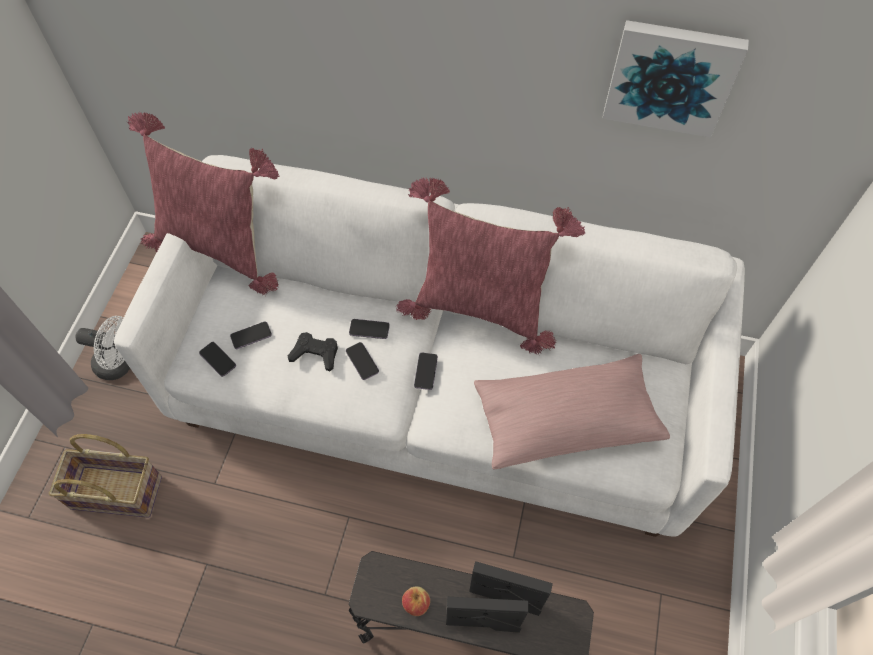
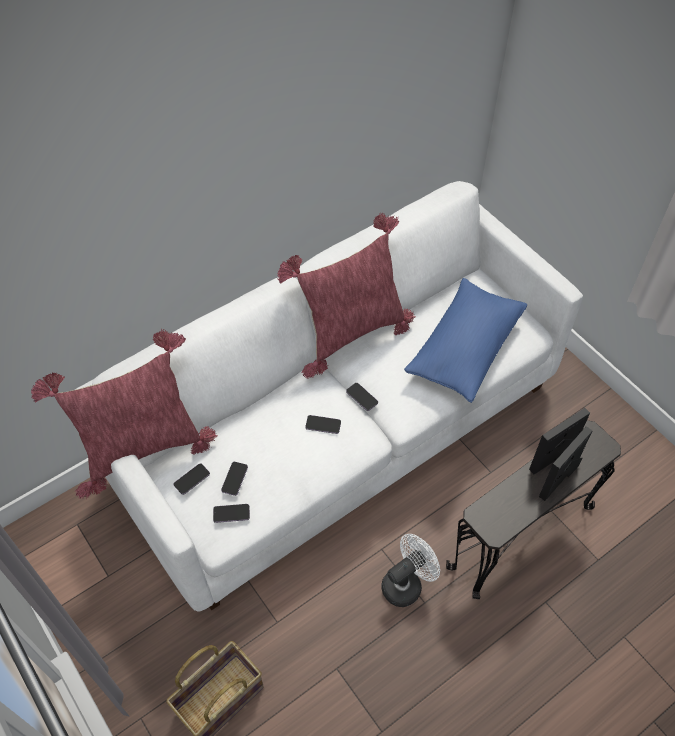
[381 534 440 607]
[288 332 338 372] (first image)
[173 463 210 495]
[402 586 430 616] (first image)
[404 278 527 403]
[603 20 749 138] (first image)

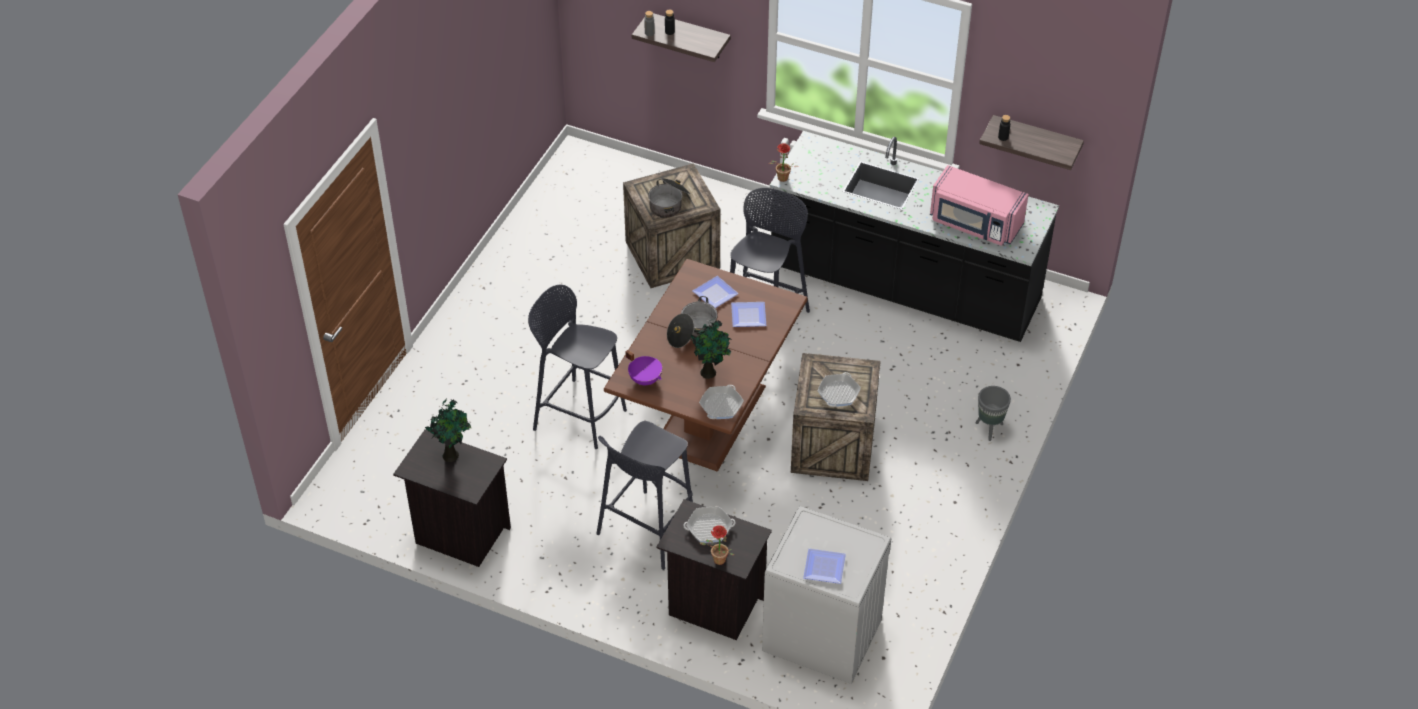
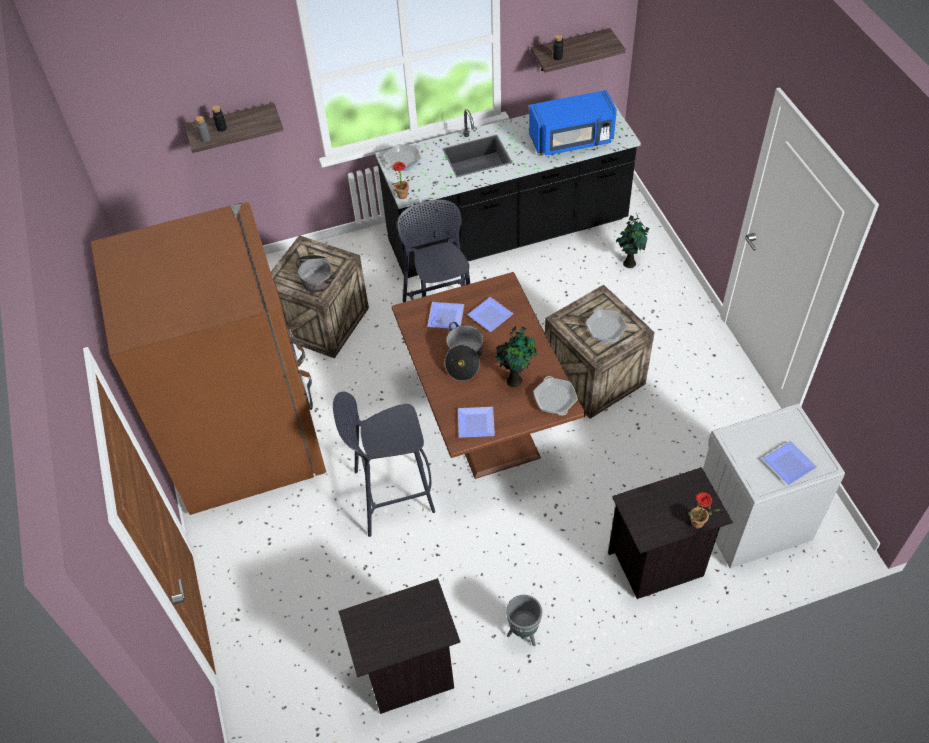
[616 213 649 268]
[596 421 693 570] (first image)
[458 407 495 438]
[385 144 422 171]
[529 90 617 156]
[506 595 542 646]
[91 202 326 515]

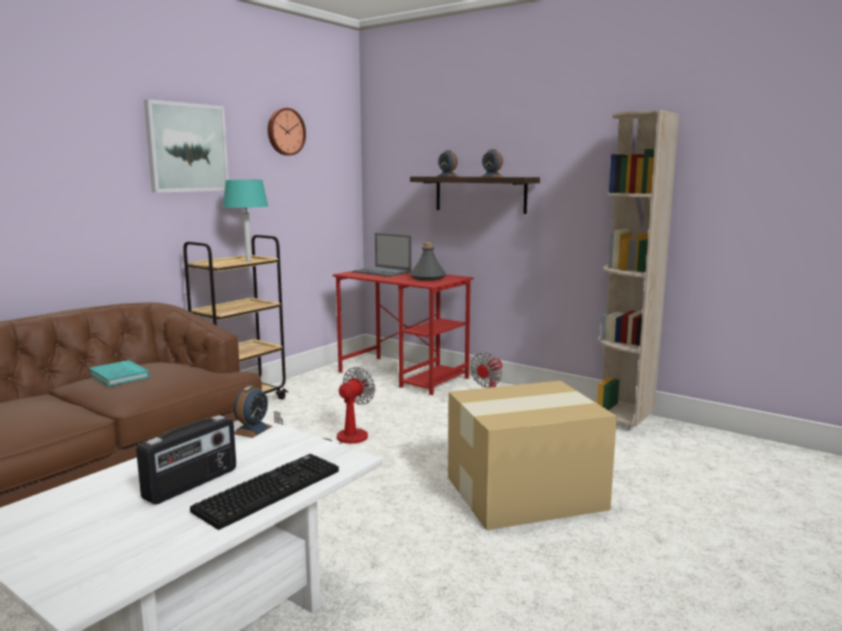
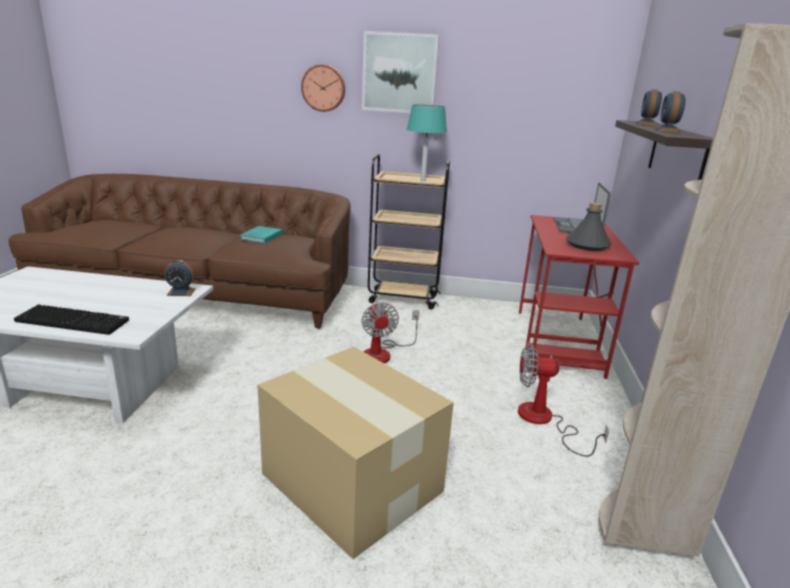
[136 415 236 505] (first image)
[301 64 345 112]
[361 302 420 363]

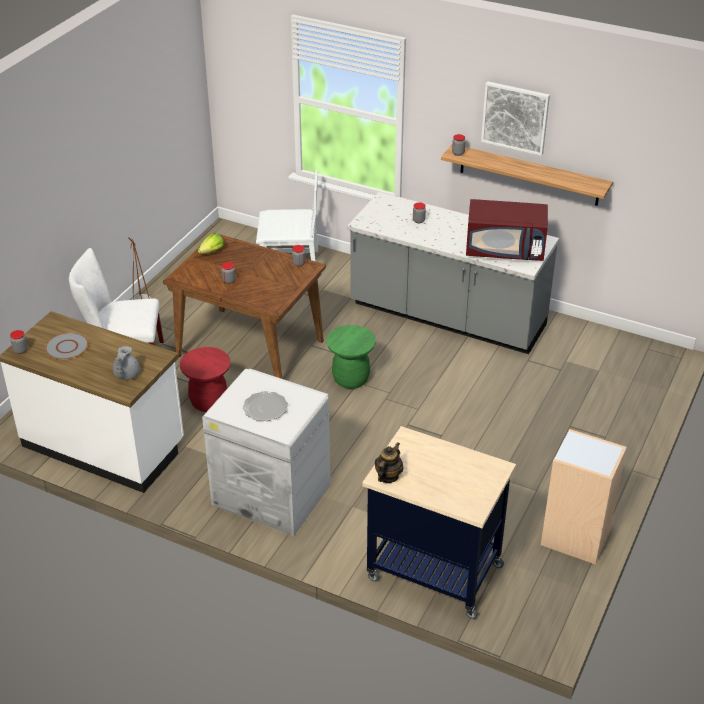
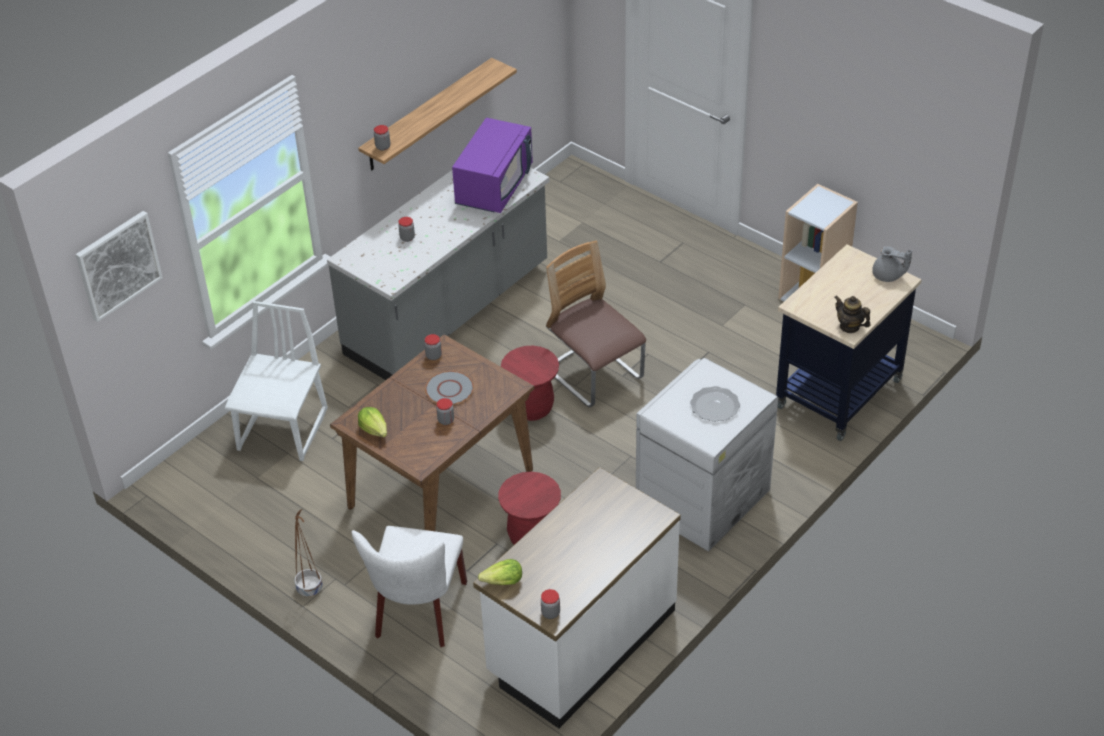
[425 371 474 405]
[872 246 912 282]
[501 346 559 421]
[452 118 533 213]
[76 211 163 322]
[478 559 522 585]
[546 241 646 407]

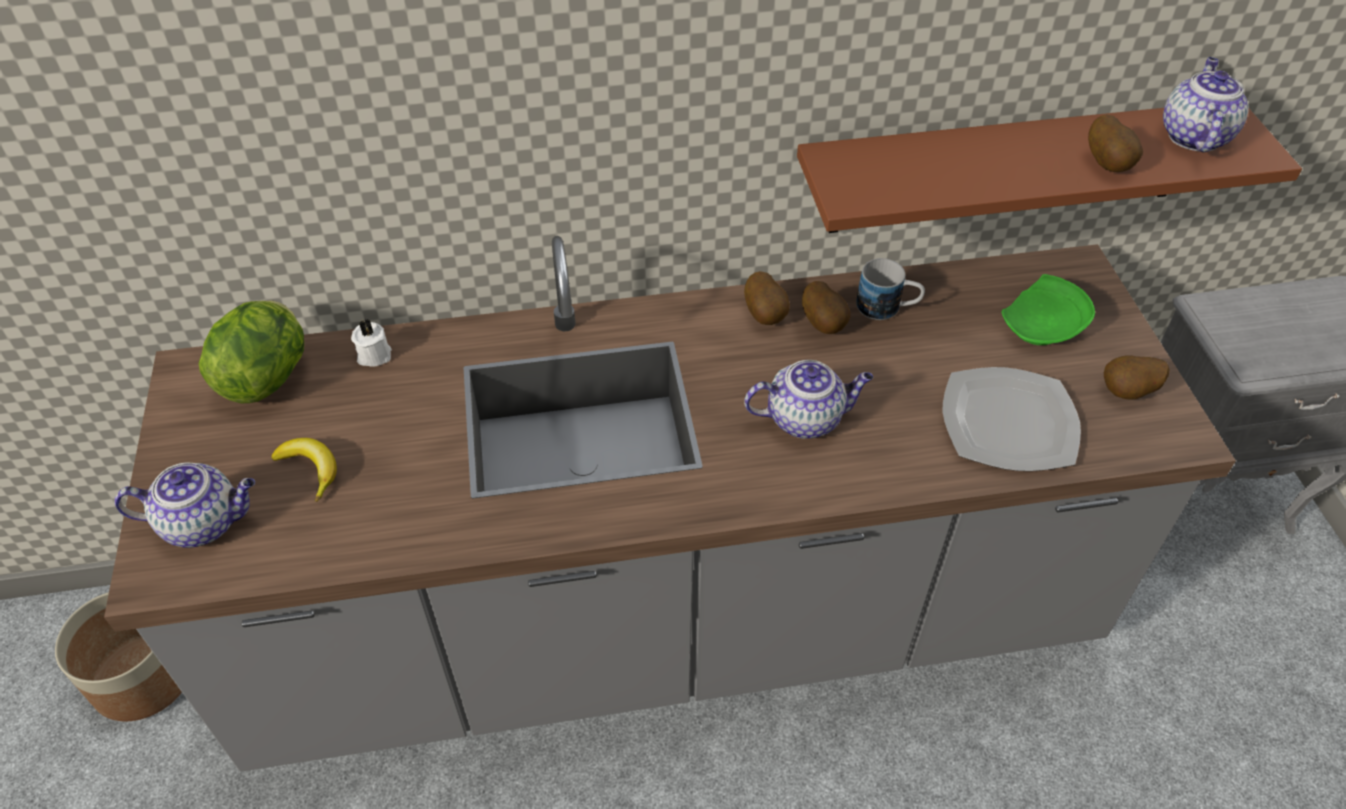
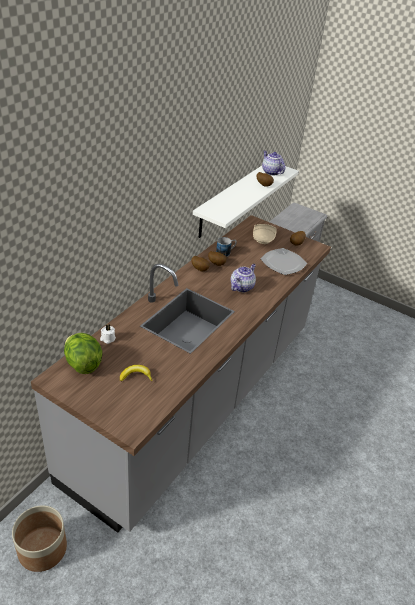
[114 462 255 548] (first image)
[193 166 299 238]
[253 224 277 244]

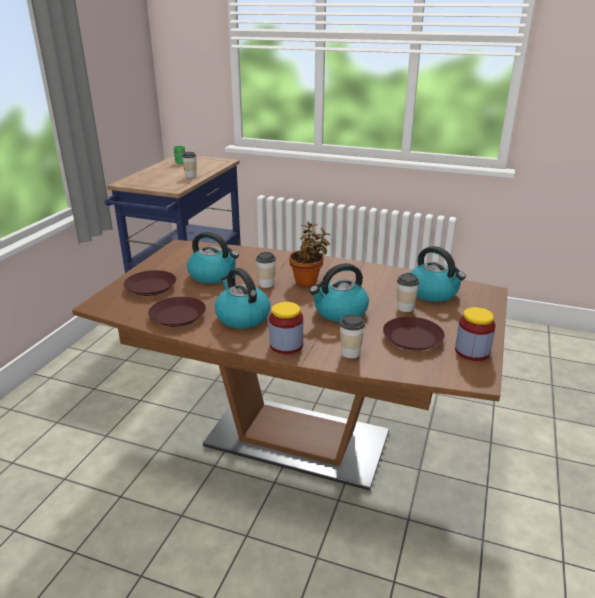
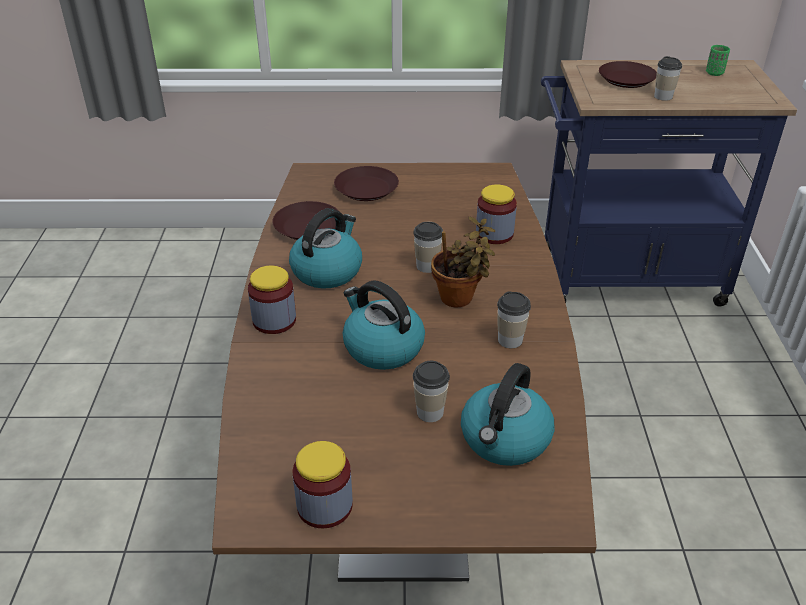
[187 232 239 284] (first image)
[497 291 531 348]
[599 61 657 88]
[476 184 517 244]

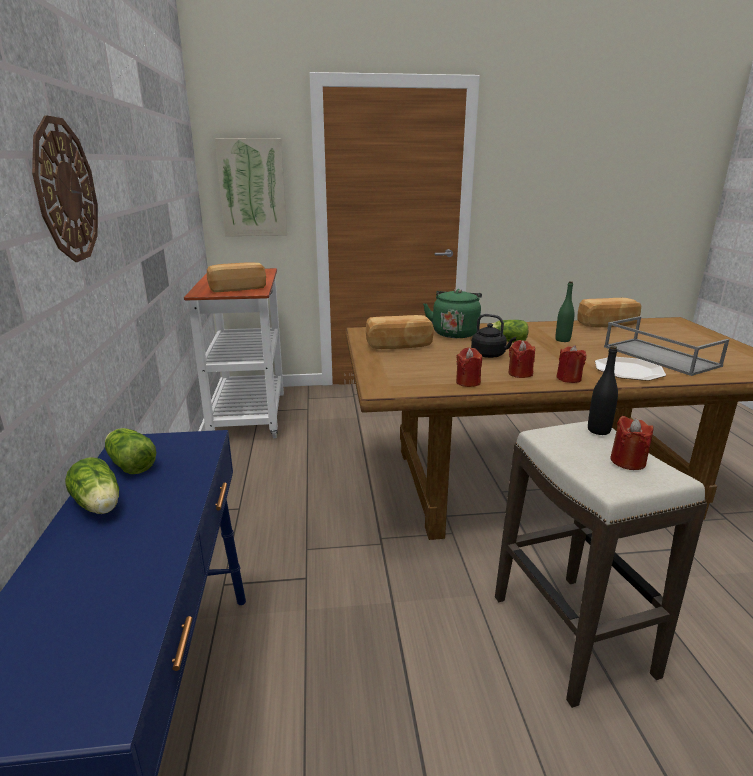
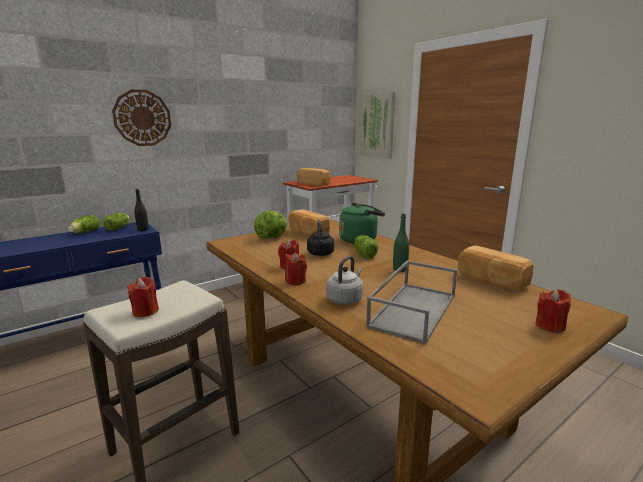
[536 289 571 333]
[135 189 148 231]
[326 256 363 305]
[254 211 287 239]

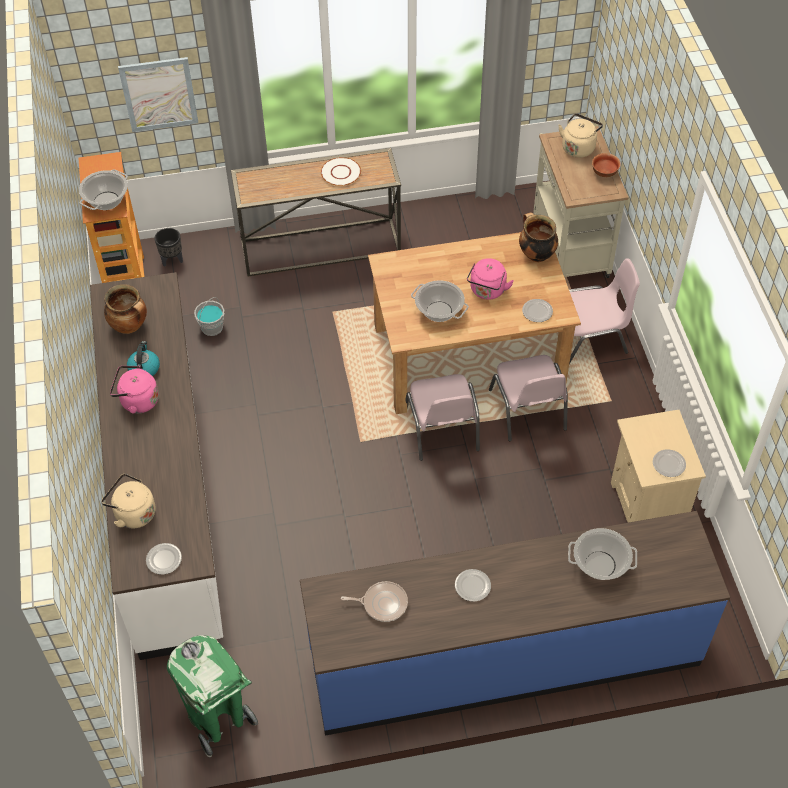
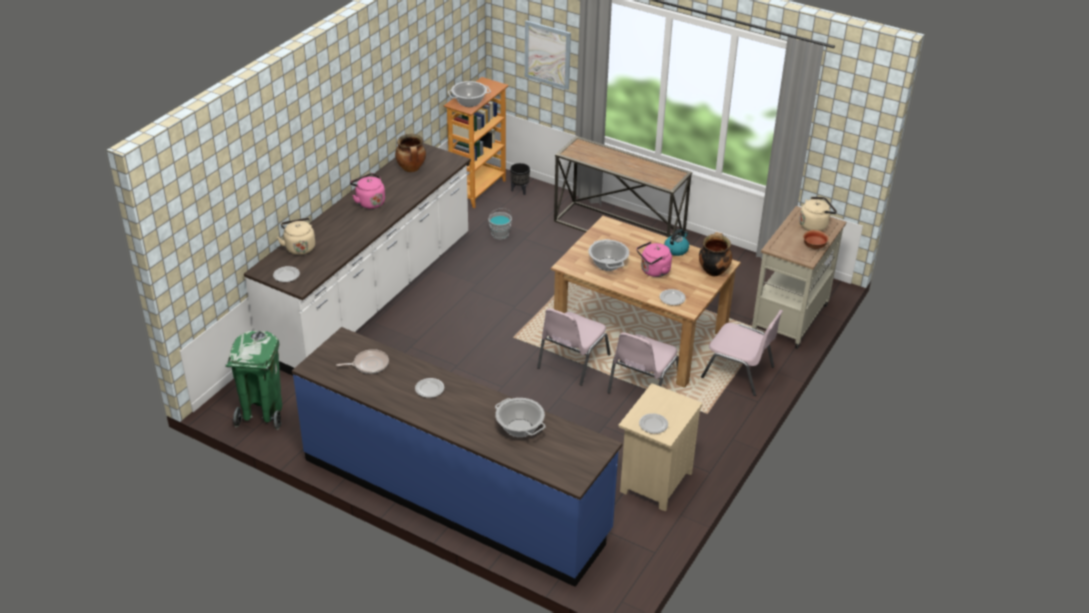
[664 229 689 256]
[321 157 361 186] (first image)
[336 349 389 374]

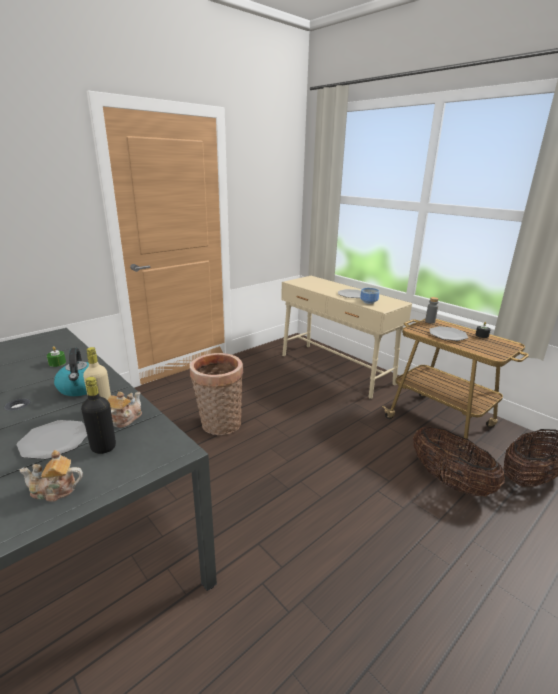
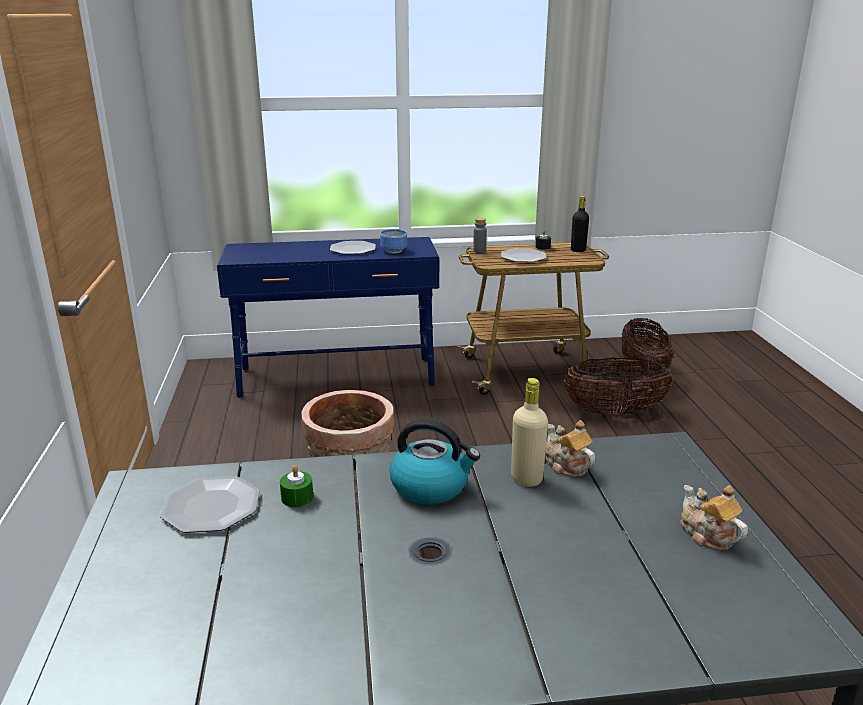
[160 476 260 533]
[680 485 748 550]
[571 196 589 252]
[217 237 440 398]

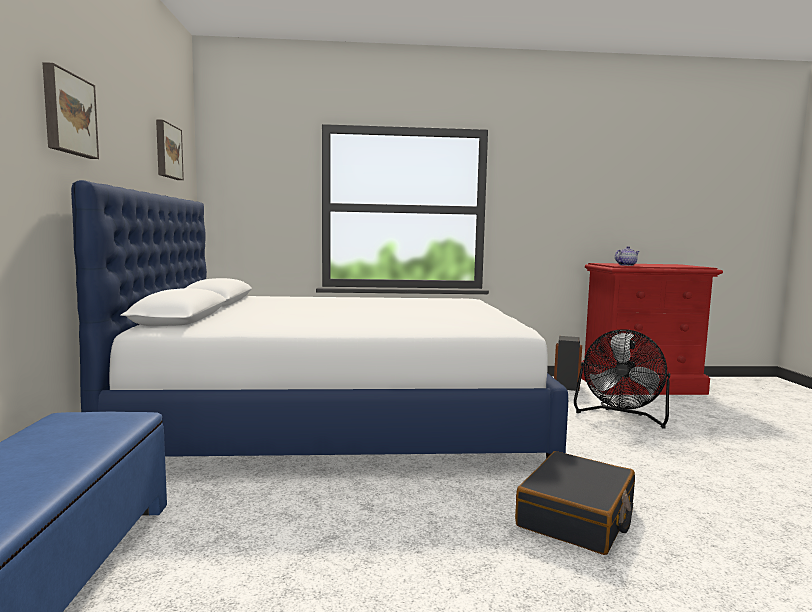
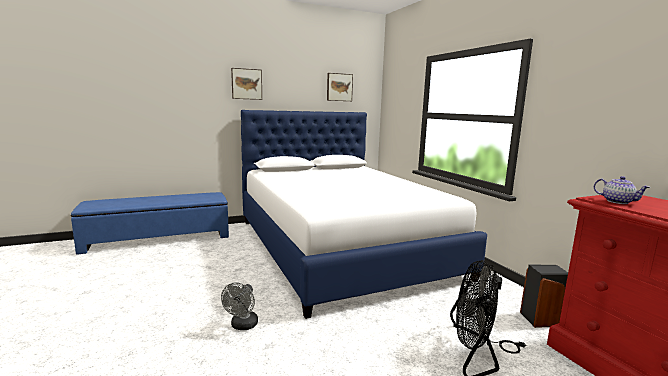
[221 282 258 330]

